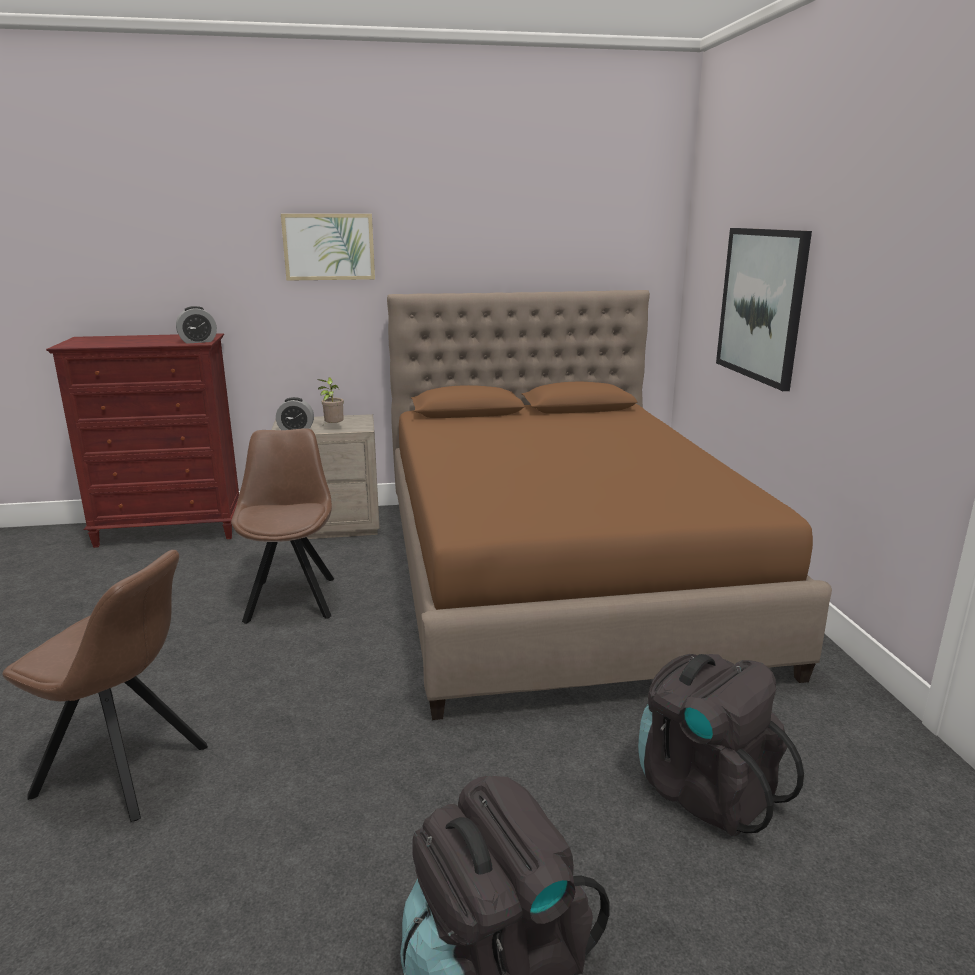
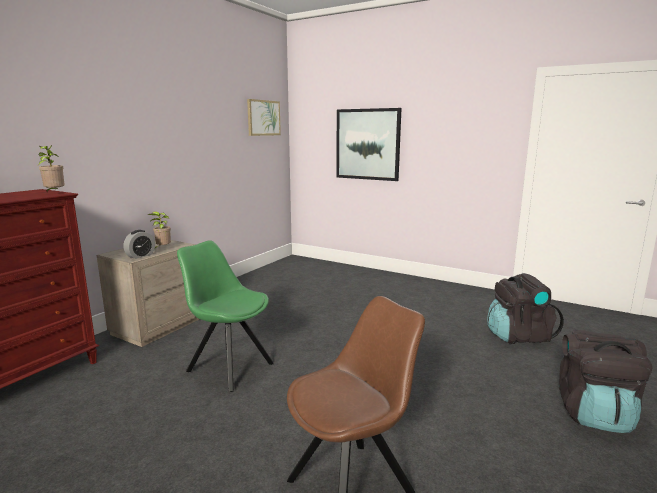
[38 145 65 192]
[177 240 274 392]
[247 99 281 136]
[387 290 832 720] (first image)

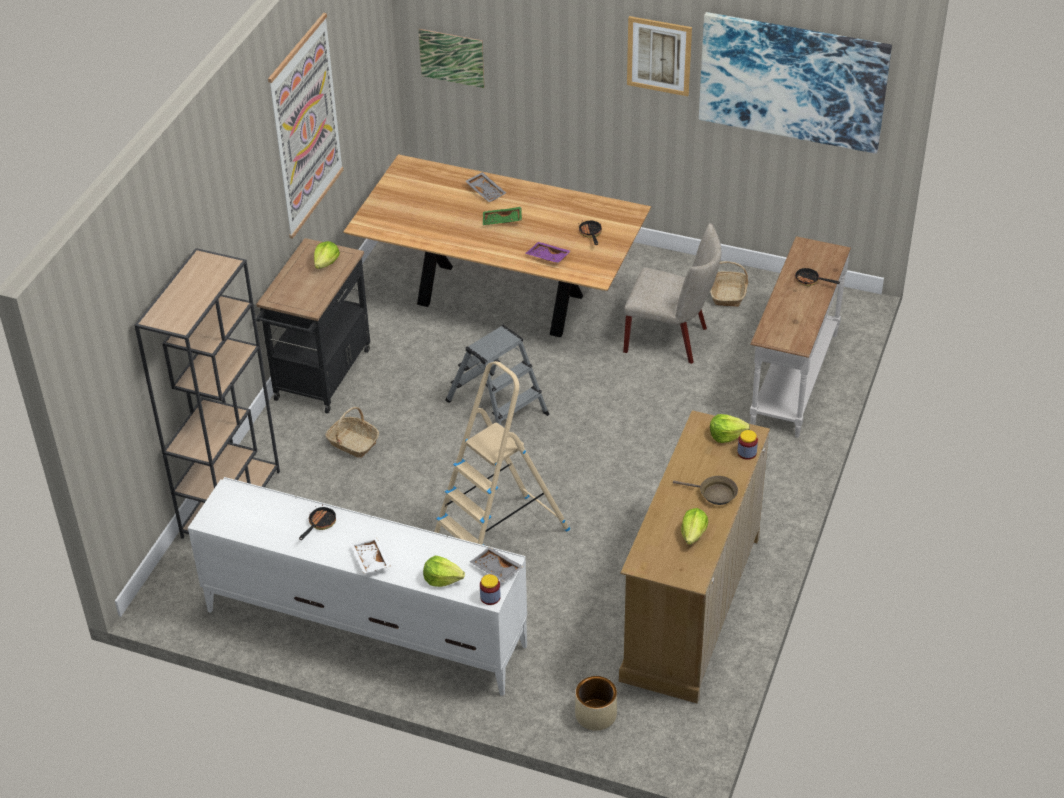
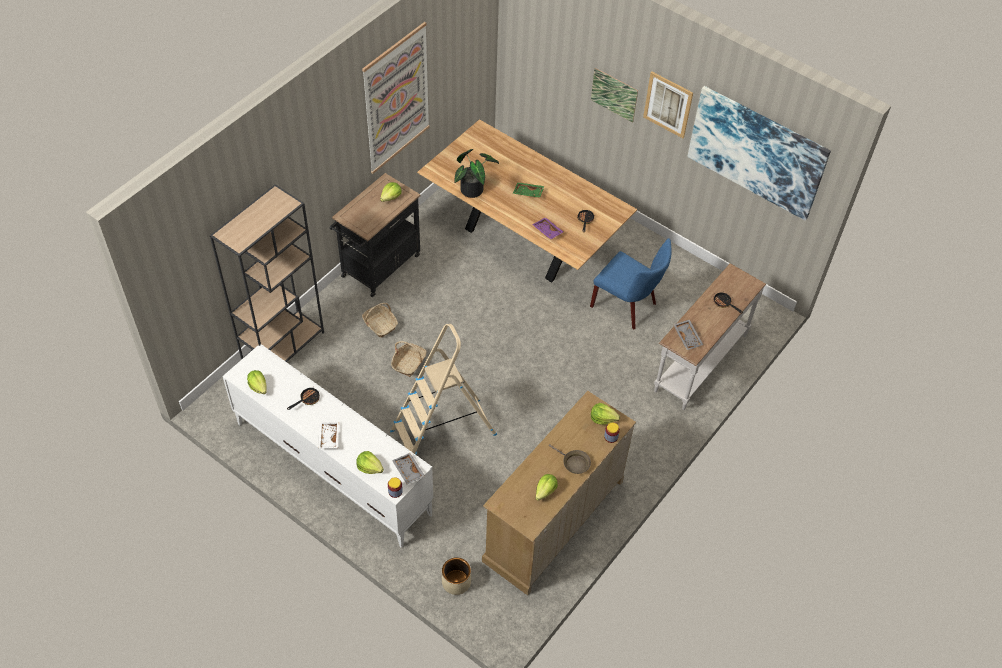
[591 68 638 123]
[445 325 549 426] (first image)
[674 319 703 350]
[590 238 671 329]
[391 341 427 377]
[247 370 267 394]
[454 149 499 198]

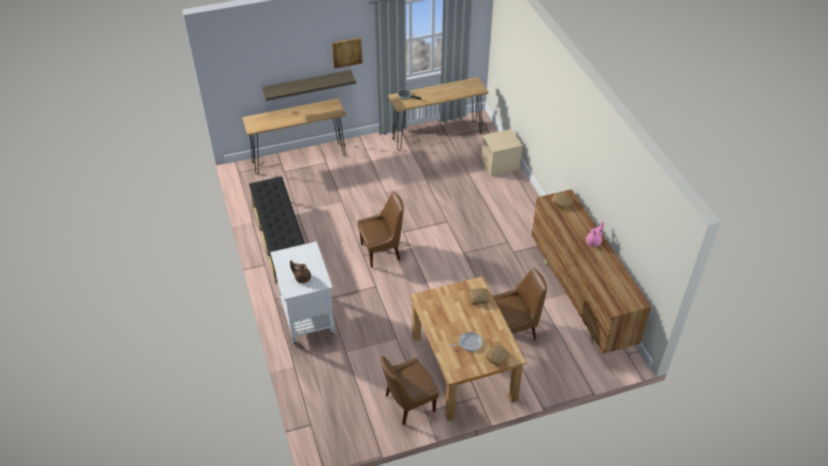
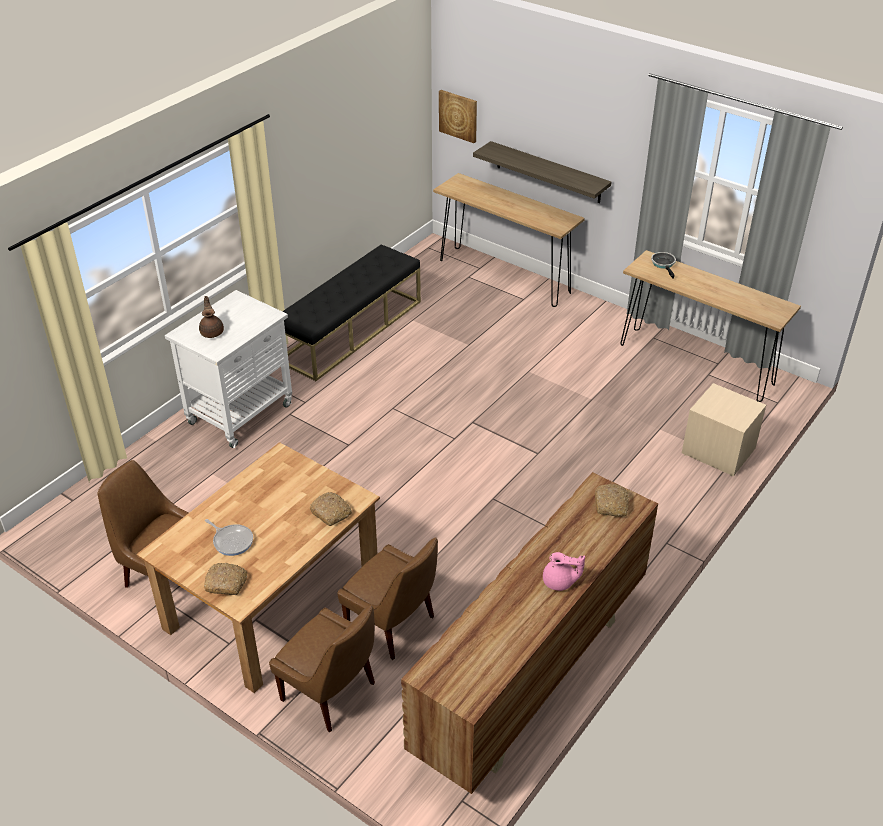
[439 90 477 143]
[269 605 375 732]

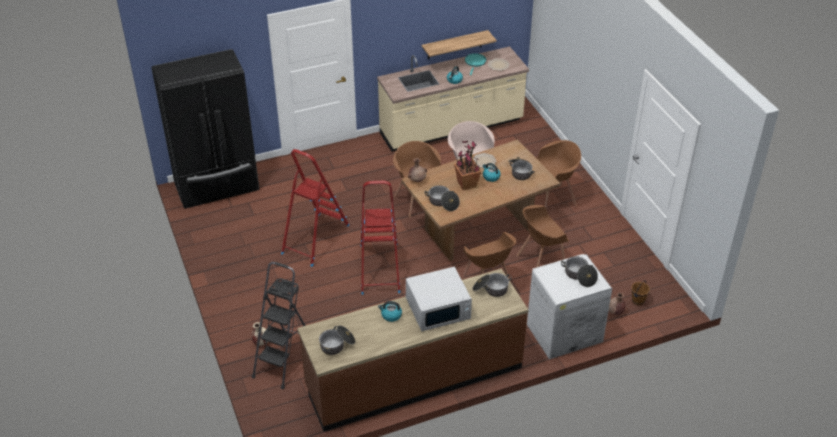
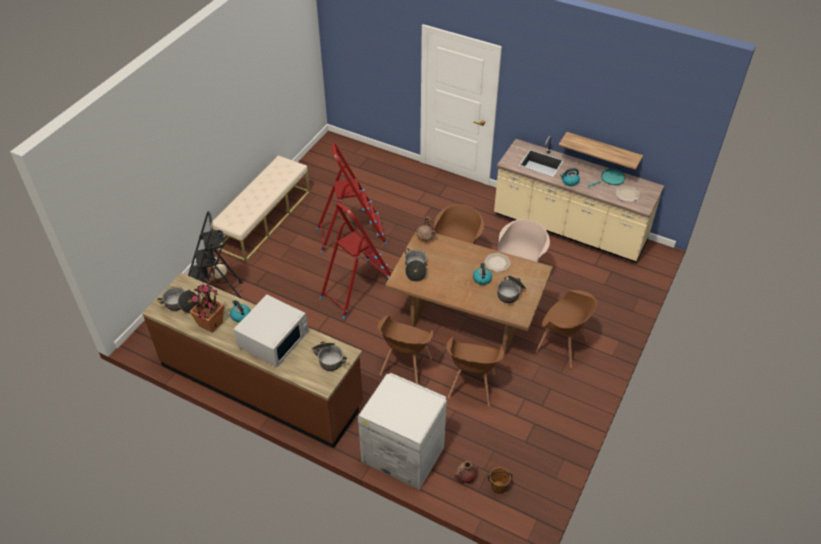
[152 49 259 208] (first image)
[234 295 308 367]
[189 279 224 333]
[446 337 504 406]
[561 256 598 287] (first image)
[212 155 310 262]

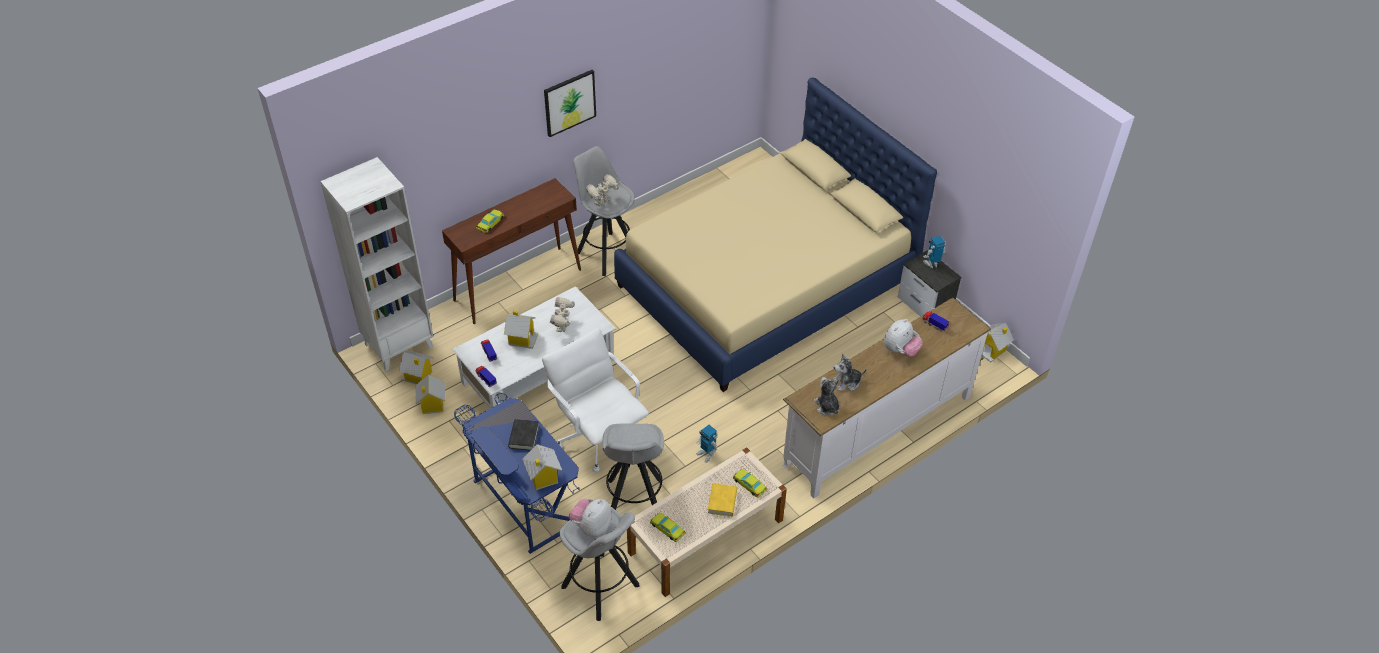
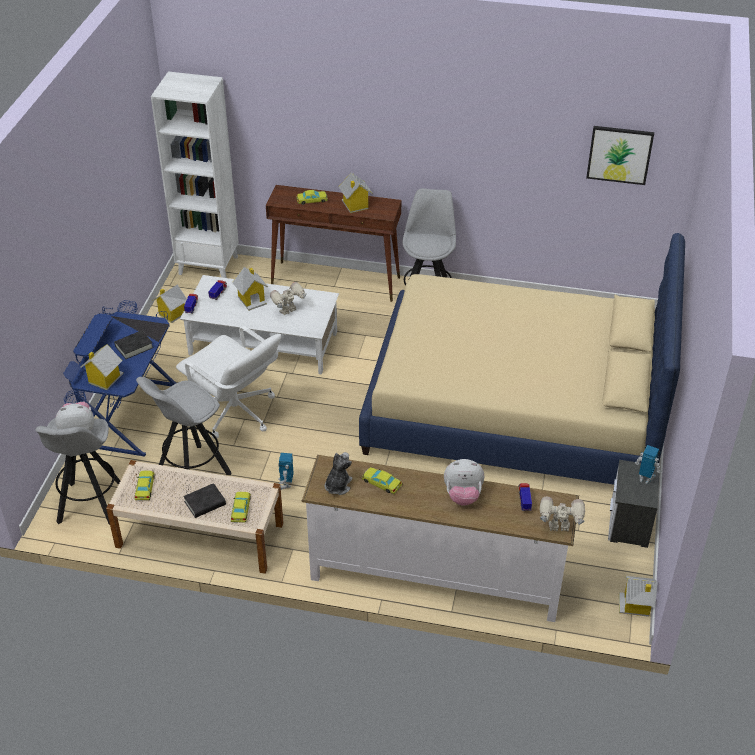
[339 173 373 213]
[176 326 281 438]
[586 126 654 185]
[540 497 585 532]
[183 483 226 518]
[362 467 402 494]

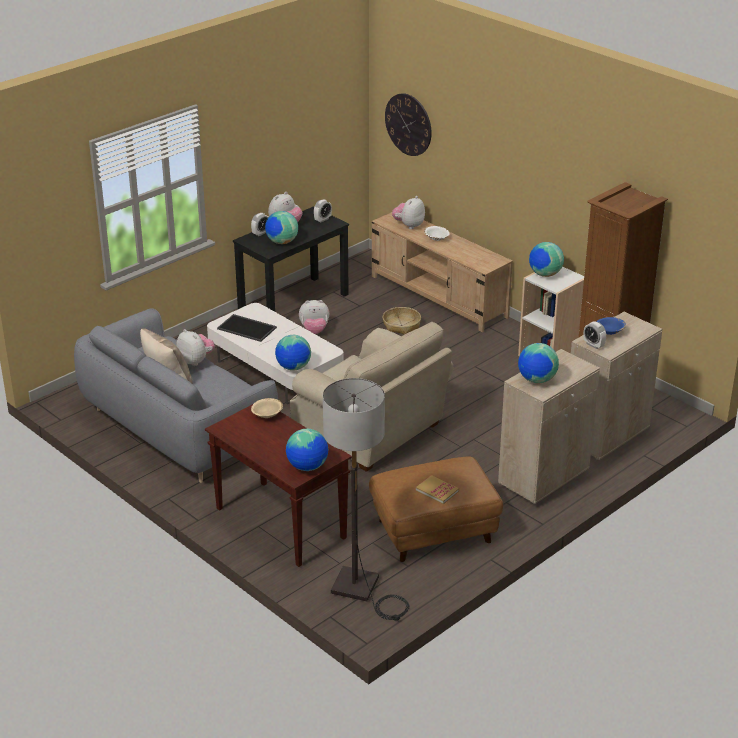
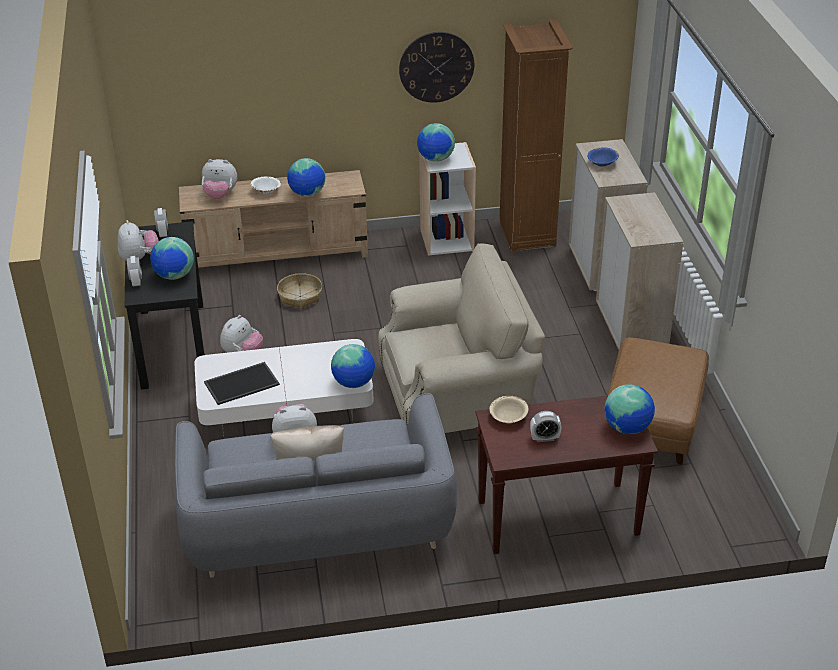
[323 378 410 622] (first image)
[399 32 474 103]
[202 159 237 199]
[416 475 459 504] (first image)
[287 158 325 197]
[530 411 562 442]

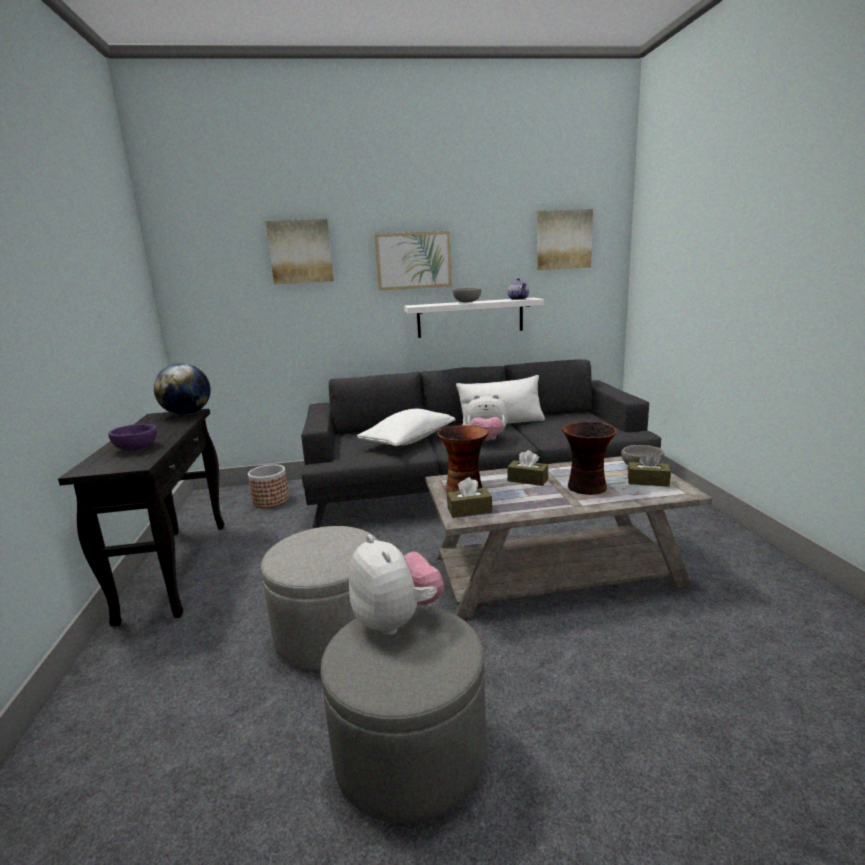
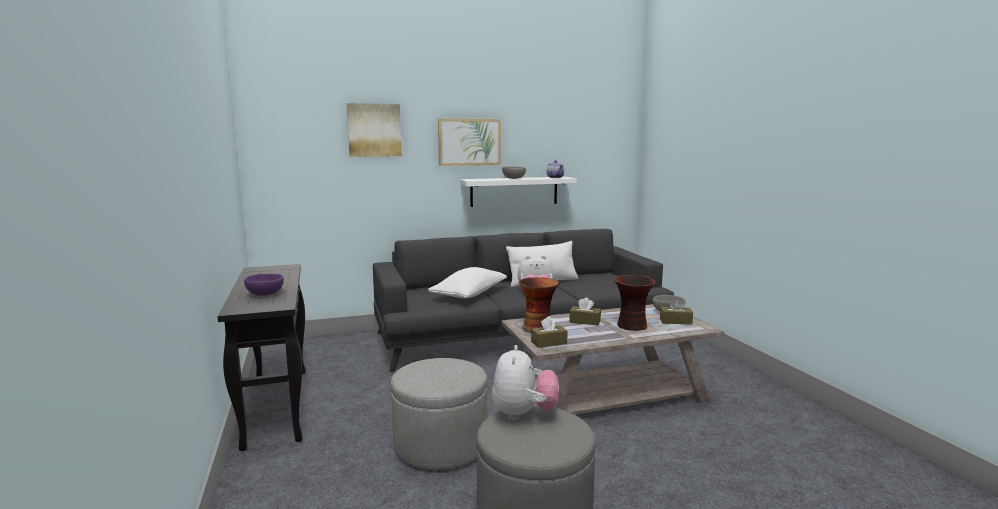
[154 363 211 415] (first image)
[248 464 289 508] (first image)
[492 345 559 420]
[537 209 593 270] (first image)

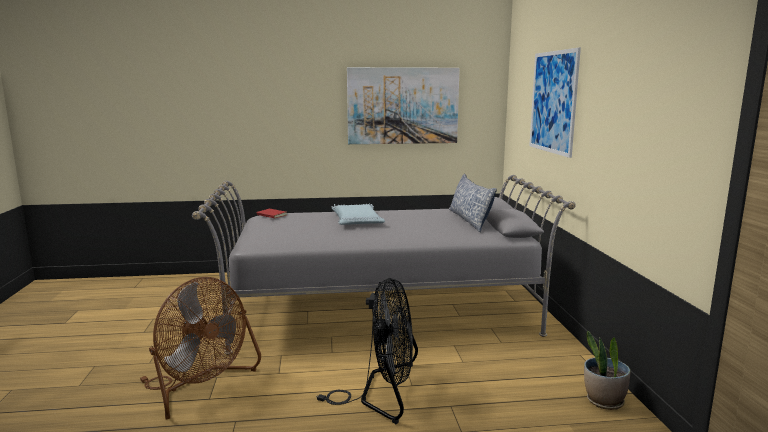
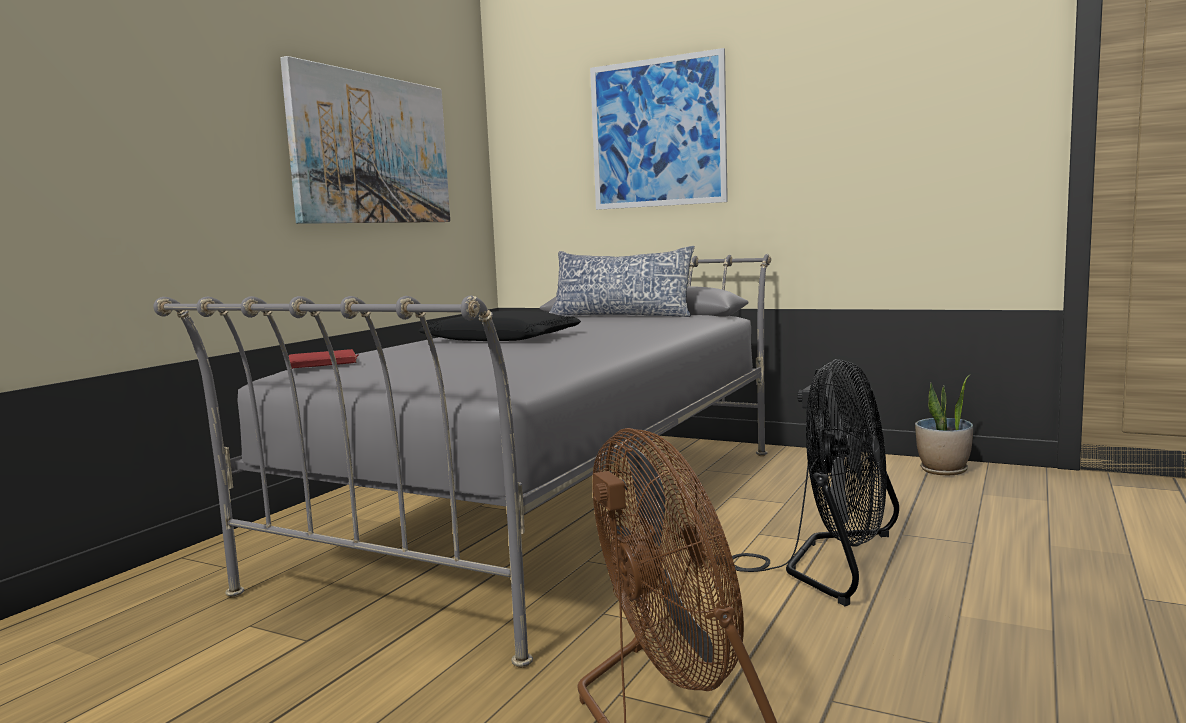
[715 359 899 606]
[419 311 581 341]

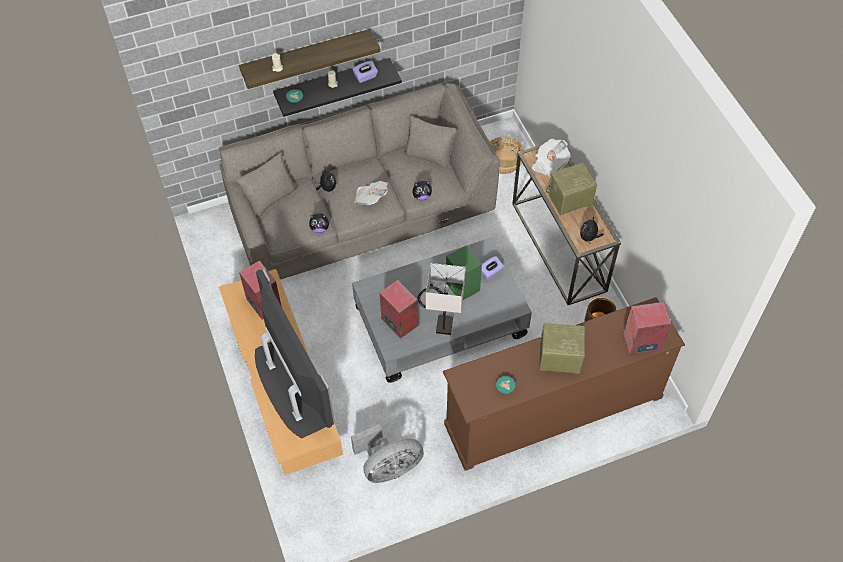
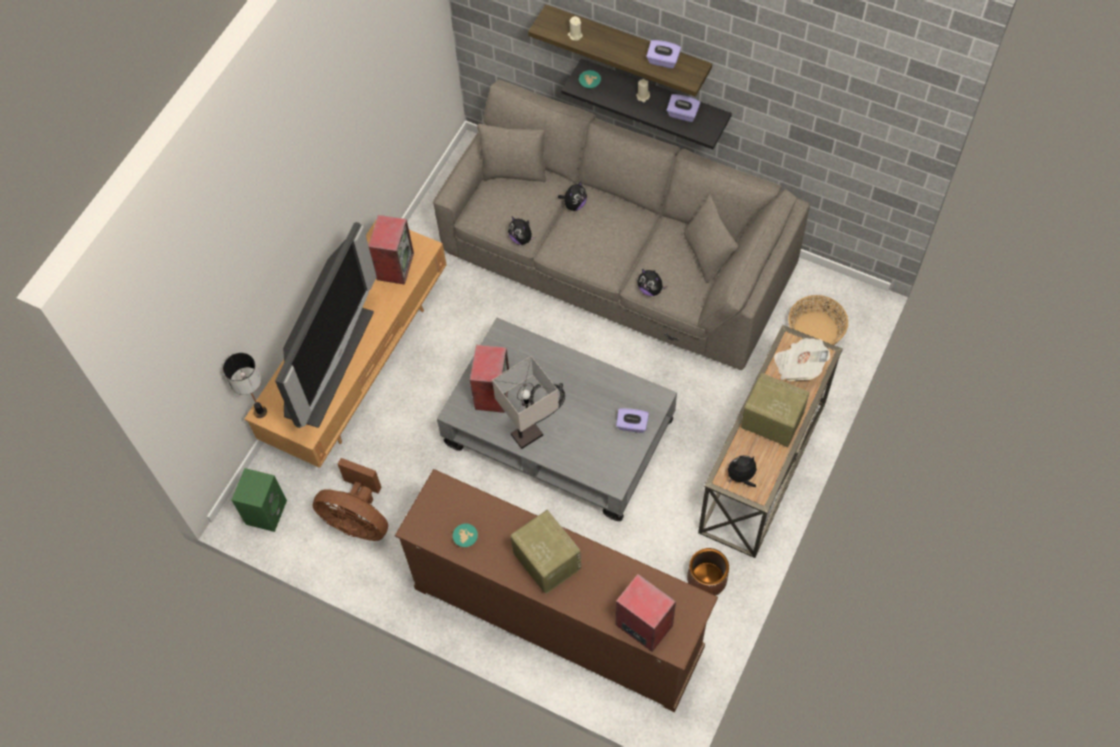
[312 458 388 541]
[354 181 388 205] (first image)
[232 468 287 532]
[223 353 267 418]
[646 40 681 69]

